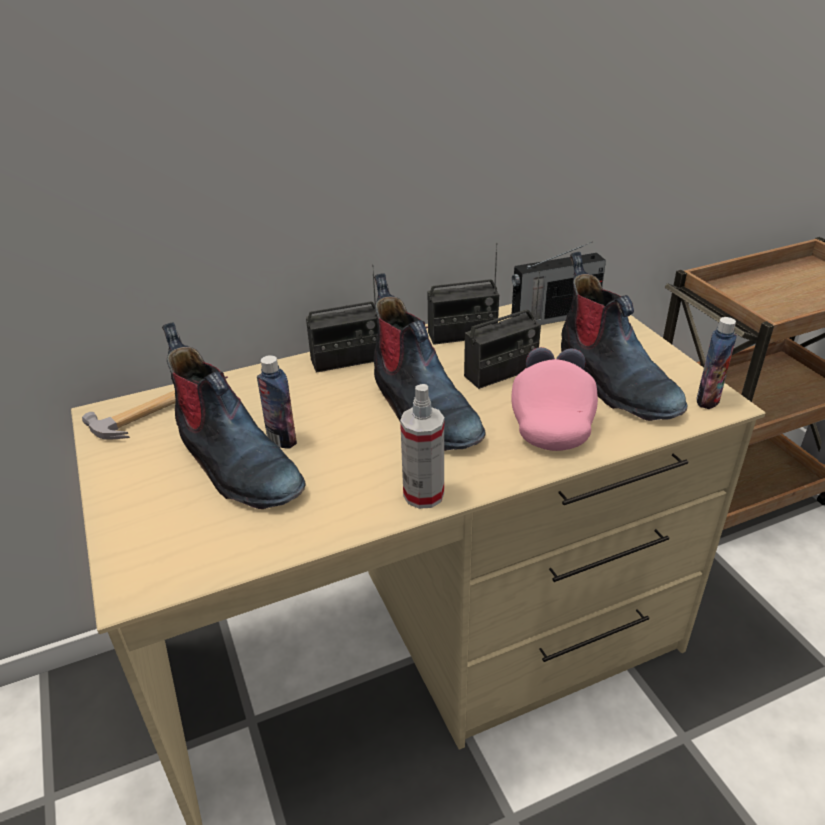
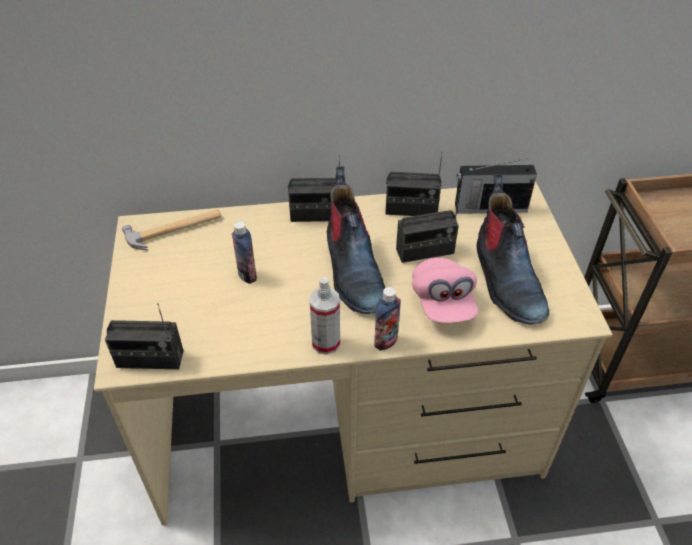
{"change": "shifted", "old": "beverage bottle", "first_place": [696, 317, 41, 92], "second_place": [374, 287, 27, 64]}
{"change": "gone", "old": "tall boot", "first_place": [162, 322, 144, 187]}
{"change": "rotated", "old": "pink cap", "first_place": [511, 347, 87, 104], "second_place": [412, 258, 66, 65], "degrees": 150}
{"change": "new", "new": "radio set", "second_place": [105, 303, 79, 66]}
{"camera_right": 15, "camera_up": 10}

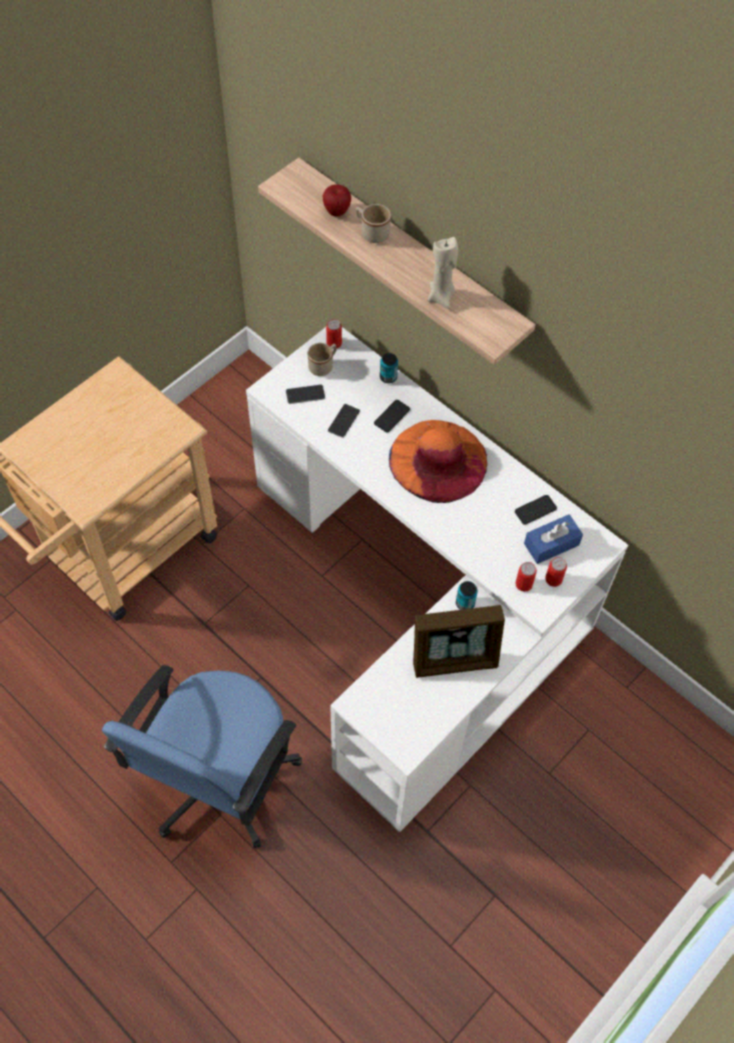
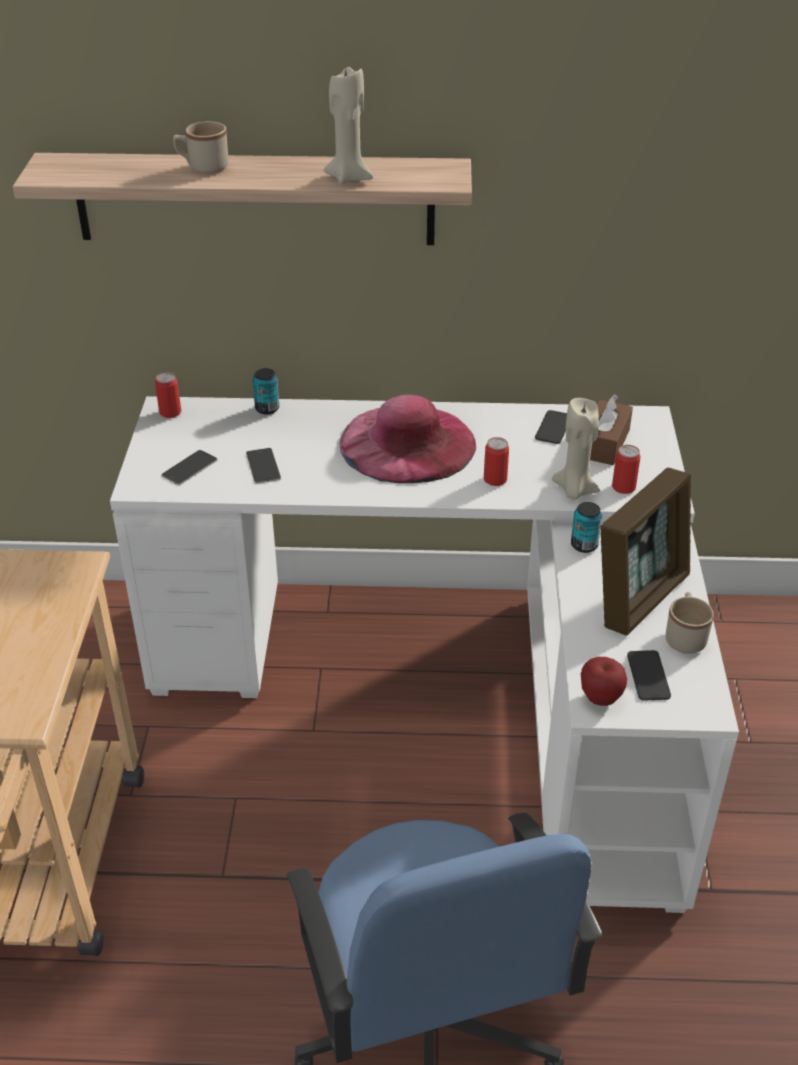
{"change": "shifted", "old": "whole apple", "first_place": [323, 184, 28, 32], "second_place": [581, 657, 46, 49]}
{"change": "shifted", "old": "sand-coloured tea mug", "first_place": [308, 343, 29, 33], "second_place": [666, 592, 48, 62]}
{"change": "shifted", "old": "handset", "first_place": [374, 400, 36, 32], "second_place": [627, 650, 44, 51]}
{"change": "repainted", "old": "orangey wearable hat", "new": "pink wearable hat", "first_place": [389, 420, 98, 83], "second_place": [340, 395, 136, 88]}
{"change": "repainted", "old": "bluish tissue box", "new": "brown tissue box", "first_place": [524, 514, 59, 50], "second_place": [590, 394, 43, 71]}
{"change": "shifted", "old": "can", "first_place": [545, 557, 22, 30], "second_place": [484, 437, 25, 49]}
{"change": "new", "new": "sand-coloured wax candle", "second_place": [552, 398, 48, 101]}
{"camera_right": -40, "camera_up": -20}

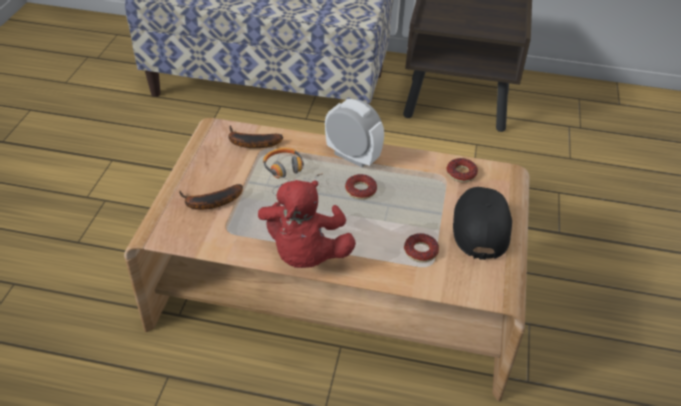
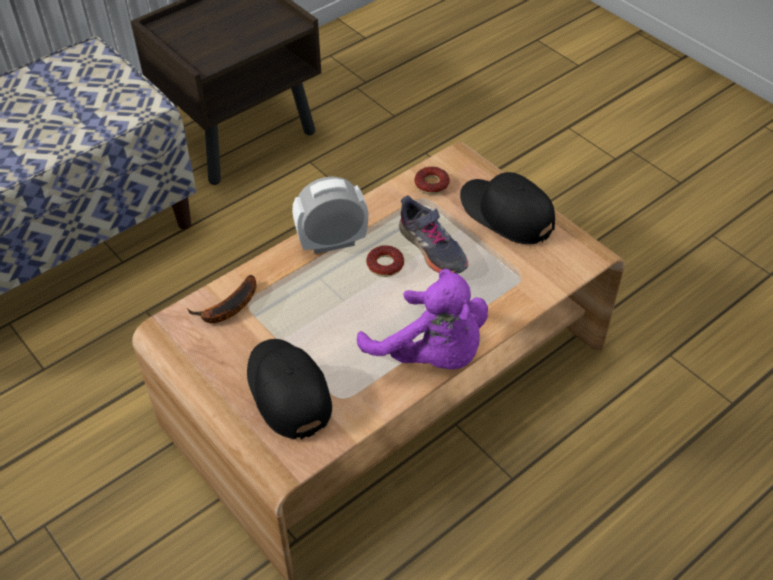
{"change": "gone", "old": "headset", "first_place": [263, 148, 60, 48]}
{"change": "repainted", "old": "red-coloured cuddly toy", "new": "purple cuddly toy", "first_place": [258, 180, 98, 88], "second_place": [357, 269, 131, 100]}
{"change": "swapped", "old": "whole banana", "new": "black cap", "first_place": [179, 184, 64, 26], "second_place": [247, 339, 85, 101]}
{"change": "gone", "old": "donut", "first_place": [404, 233, 35, 29]}
{"change": "new", "new": "grey item of footwear", "second_place": [399, 195, 70, 79]}
{"camera_right": -50, "camera_up": 5}

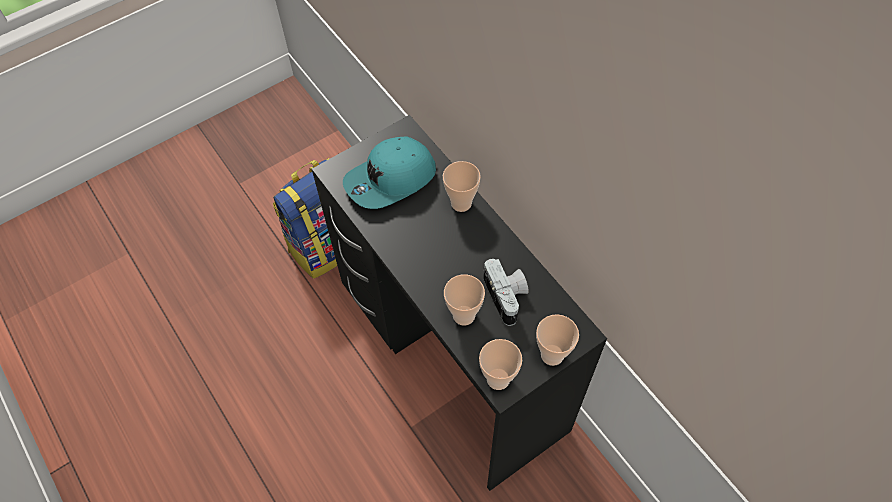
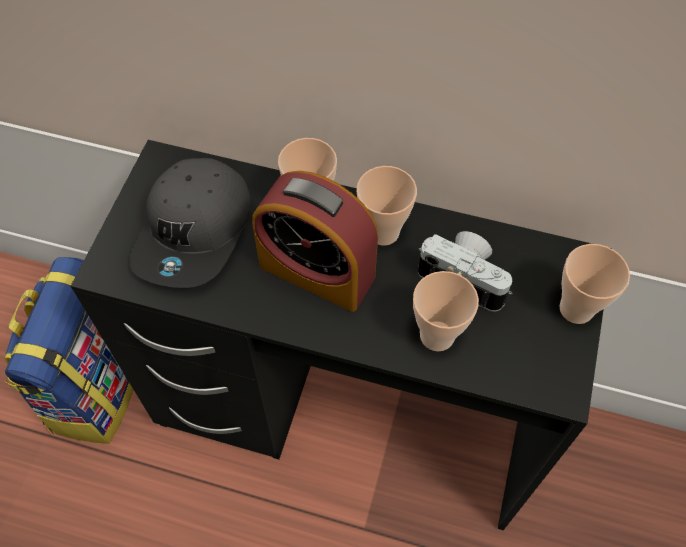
{"change": "repainted", "old": "blue-green cap", "new": "grey cap", "first_place": [343, 137, 93, 72], "second_place": [130, 158, 120, 130]}
{"change": "shifted", "old": "drinking cup", "first_place": [479, 339, 43, 51], "second_place": [357, 166, 60, 80]}
{"change": "new", "new": "table clock", "second_place": [252, 171, 126, 141]}
{"camera_right": -40, "camera_up": 0}

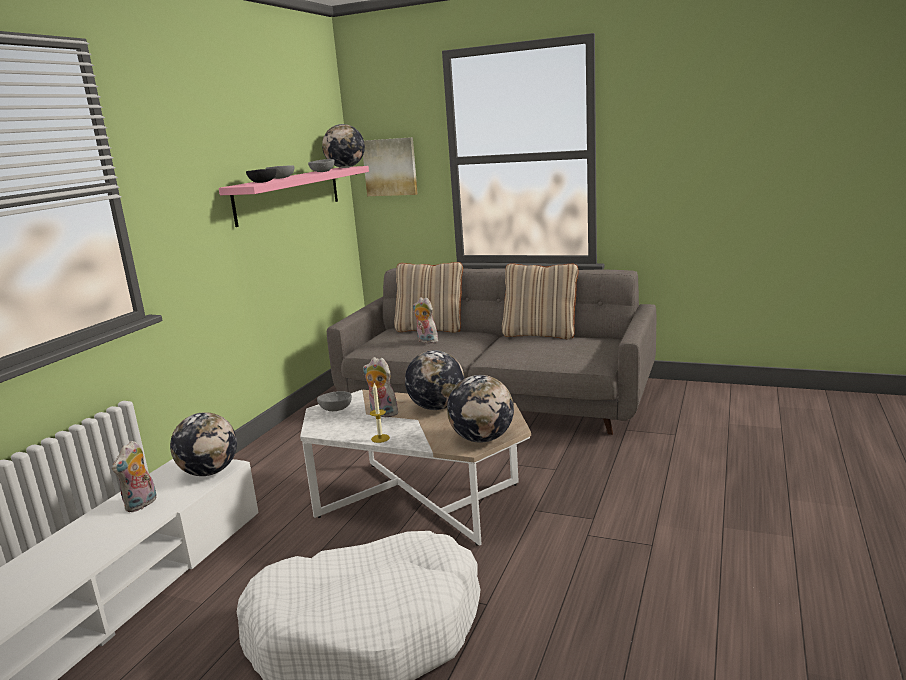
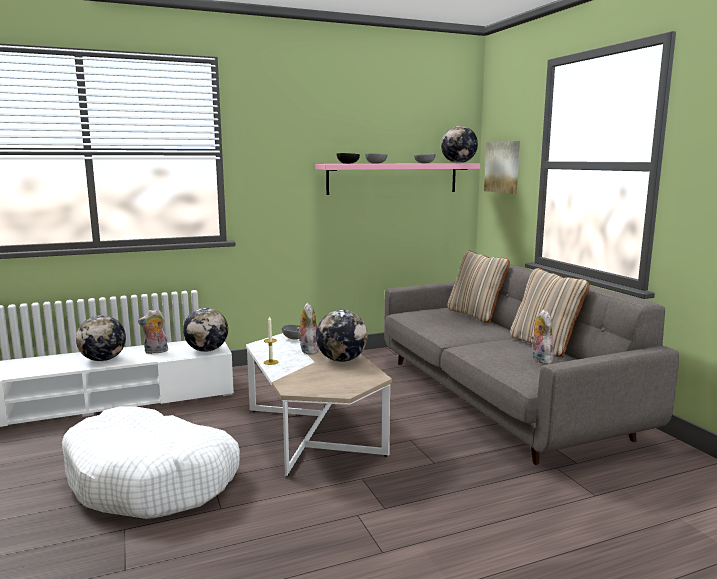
{"change": "shifted", "old": "cuddly toy", "first_place": [413, 297, 25, 47], "second_place": [531, 310, 23, 54]}
{"change": "shifted", "old": "world globe", "first_place": [447, 375, 67, 68], "second_place": [76, 315, 50, 46]}
{"camera_right": 45, "camera_up": -5}

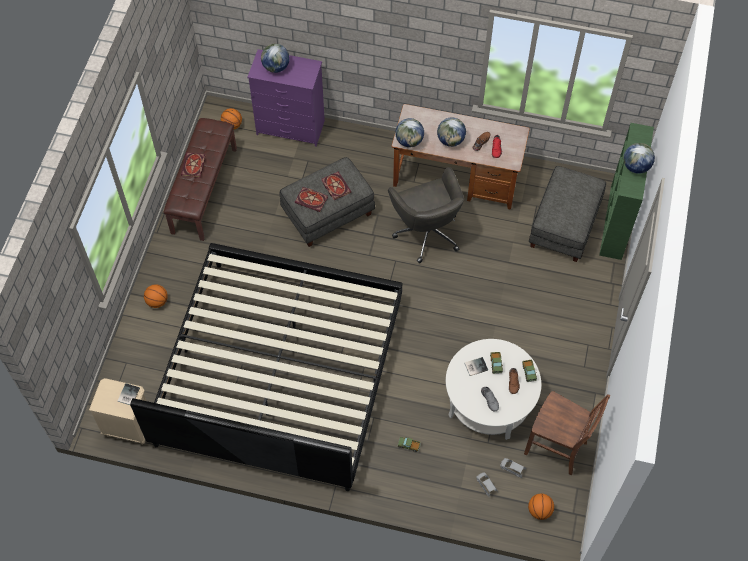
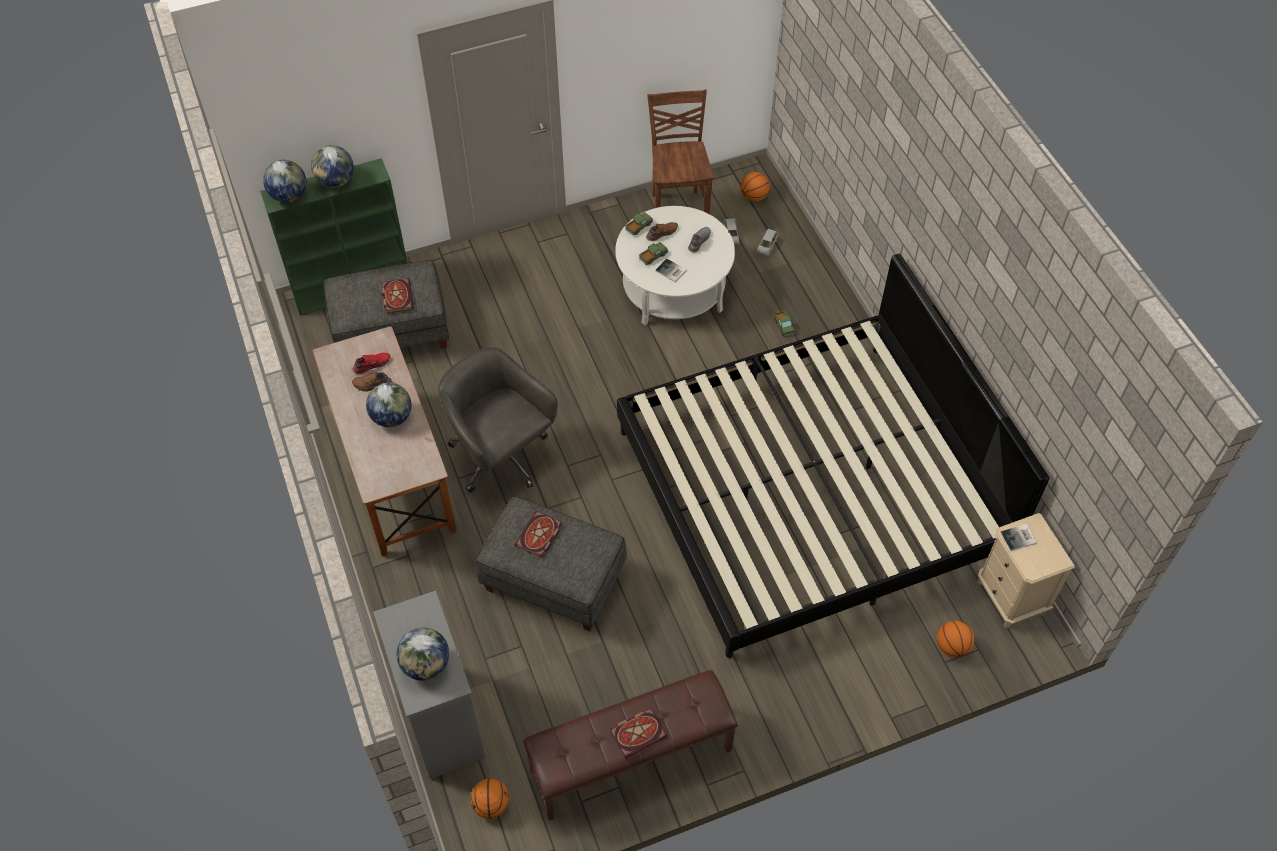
{"change": "repainted", "old": "purple chest of drawers", "new": "grey chest of drawers", "first_place": [247, 49, 78, 98], "second_place": [373, 591, 113, 188]}
{"change": "shifted", "old": "world globe", "first_place": [395, 118, 29, 30], "second_place": [263, 160, 43, 43]}
{"change": "rotated", "old": "grey computer chair", "first_place": [388, 167, 76, 96], "second_place": [438, 347, 120, 146], "degrees": -75}
{"change": "shifted", "old": "book", "first_place": [295, 187, 33, 25], "second_place": [382, 278, 32, 36]}
{"change": "shifted", "old": "basketball ball", "first_place": [144, 284, 24, 24], "second_place": [937, 621, 37, 37]}
{"camera_right": -125, "camera_up": -5}

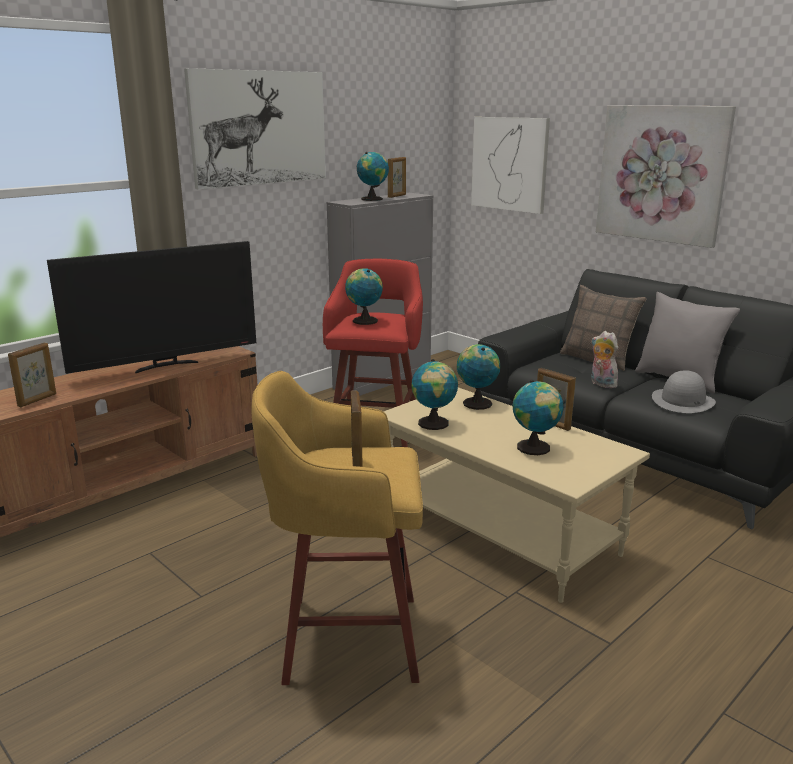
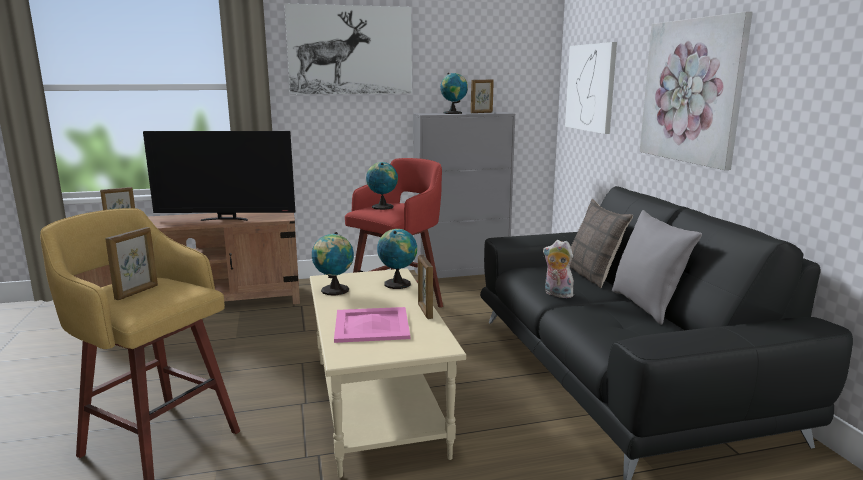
{"change": "rotated", "old": "cuddly toy", "first_place": [591, 331, 28, 57], "second_place": [543, 240, 31, 58], "degrees": -45}
{"change": "gone", "old": "grey wearable hat", "first_place": [652, 370, 64, 43]}
{"change": "swapped", "old": "world globe", "new": "pink carrying tray", "first_place": [512, 379, 52, 76], "second_place": [334, 307, 76, 36]}
{"camera_right": 30, "camera_up": -5}

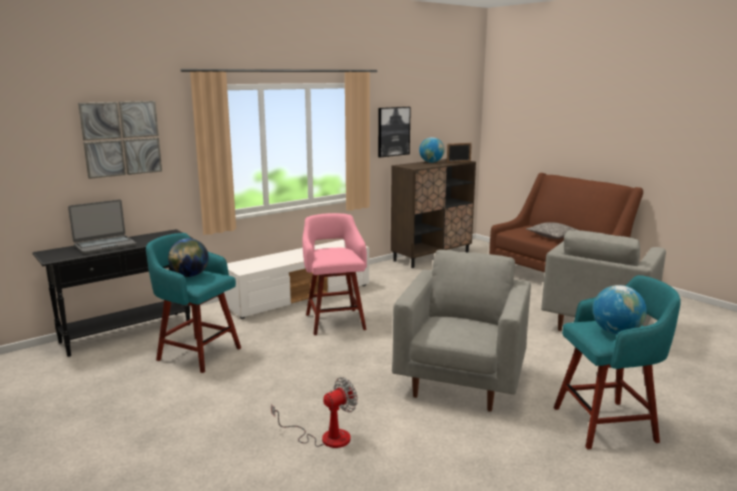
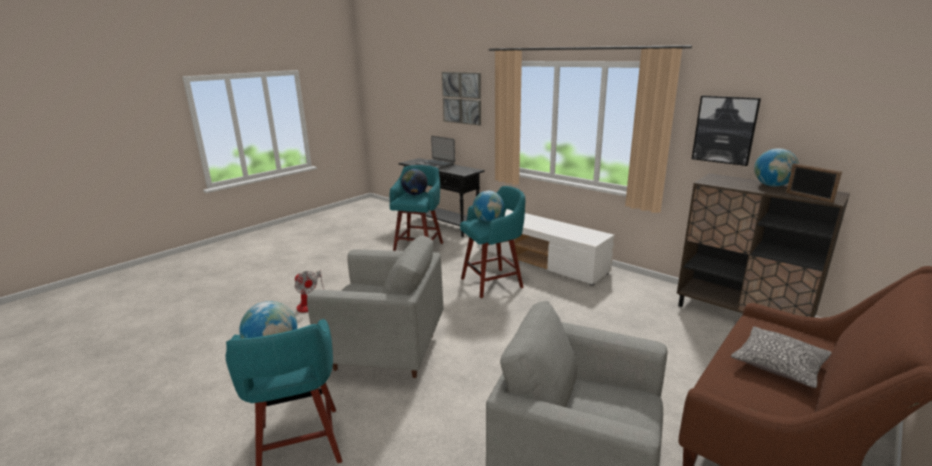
{"change": "repainted", "old": "pink sitting stool", "new": "blue-green sitting stool", "first_place": [302, 213, 65, 122], "second_place": [460, 186, 66, 112]}
{"change": "new", "new": "world globe", "second_place": [473, 191, 31, 31]}
{"camera_right": 80, "camera_up": 5}

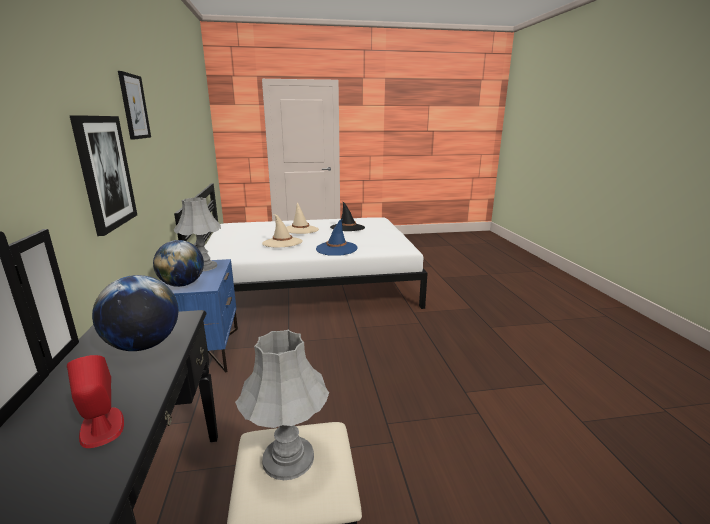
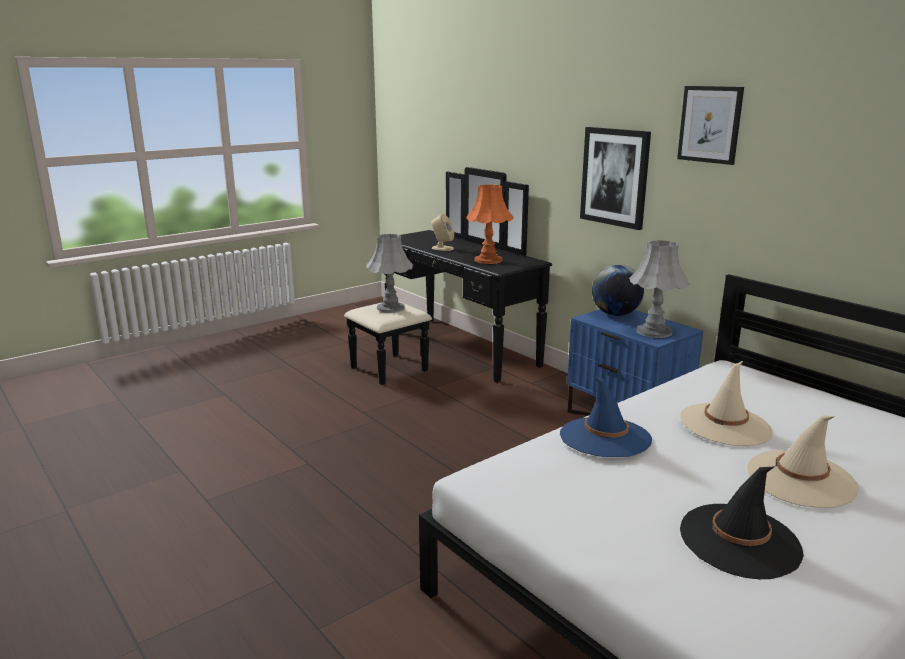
{"change": "swapped", "old": "world globe", "new": "orangey lamp for a table", "first_place": [92, 275, 86, 76], "second_place": [466, 184, 47, 80]}
{"change": "repainted", "old": "red-coloured speaker", "new": "sand-coloured speaker", "first_place": [67, 355, 57, 93], "second_place": [431, 214, 23, 37]}
{"camera_right": 150, "camera_up": 0}

